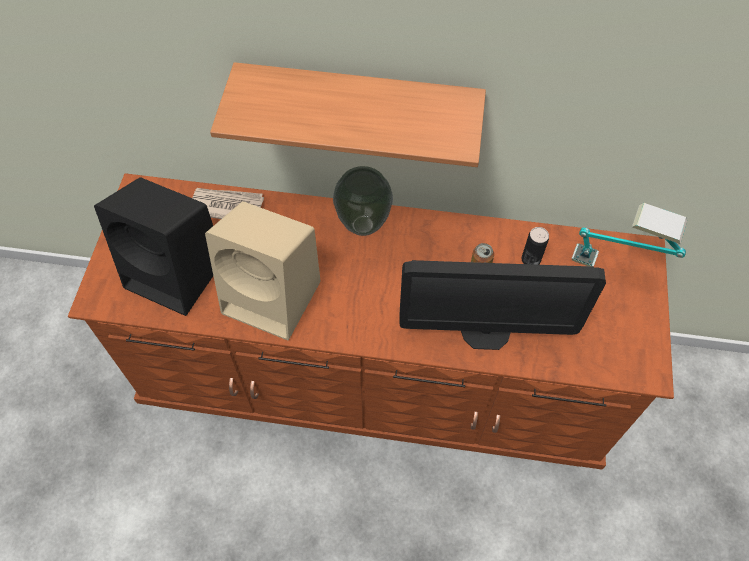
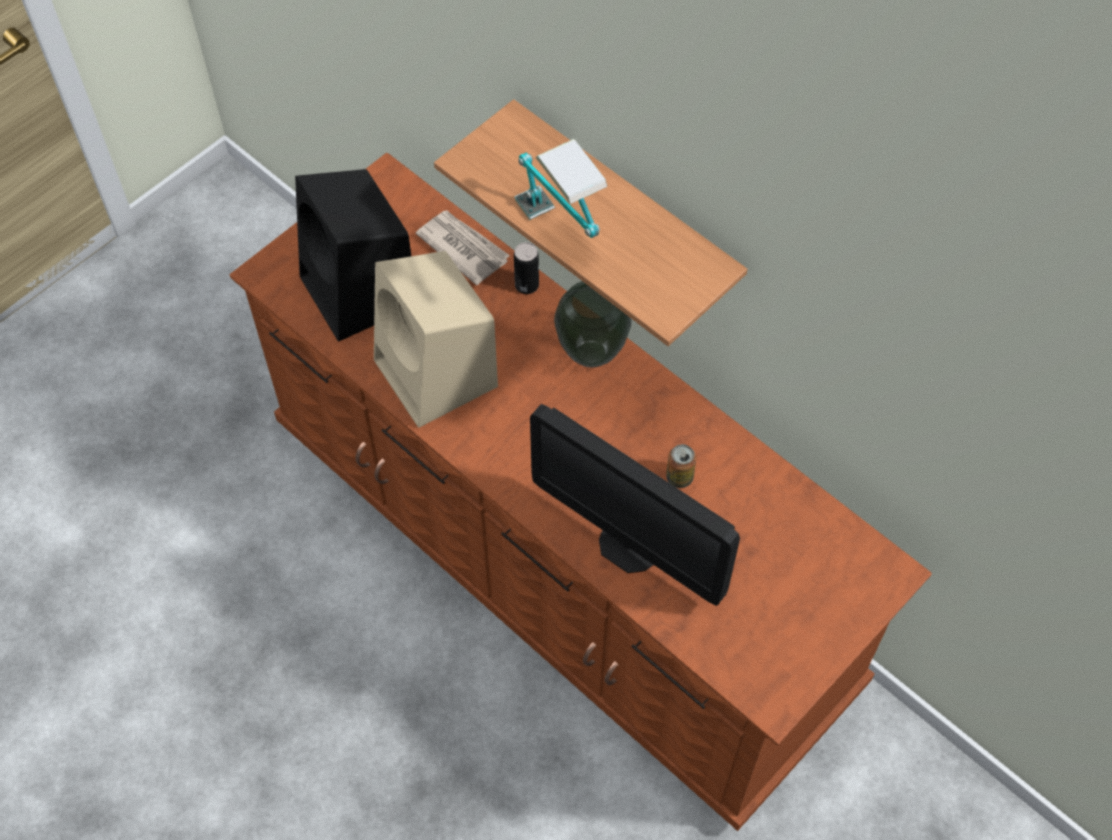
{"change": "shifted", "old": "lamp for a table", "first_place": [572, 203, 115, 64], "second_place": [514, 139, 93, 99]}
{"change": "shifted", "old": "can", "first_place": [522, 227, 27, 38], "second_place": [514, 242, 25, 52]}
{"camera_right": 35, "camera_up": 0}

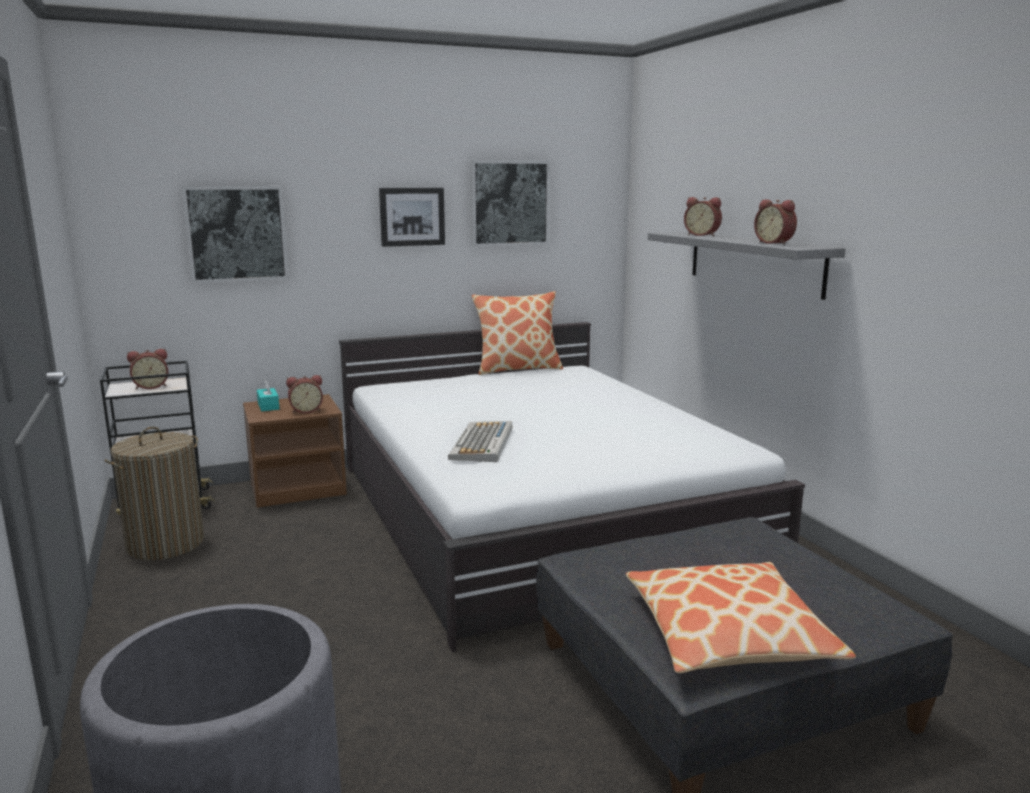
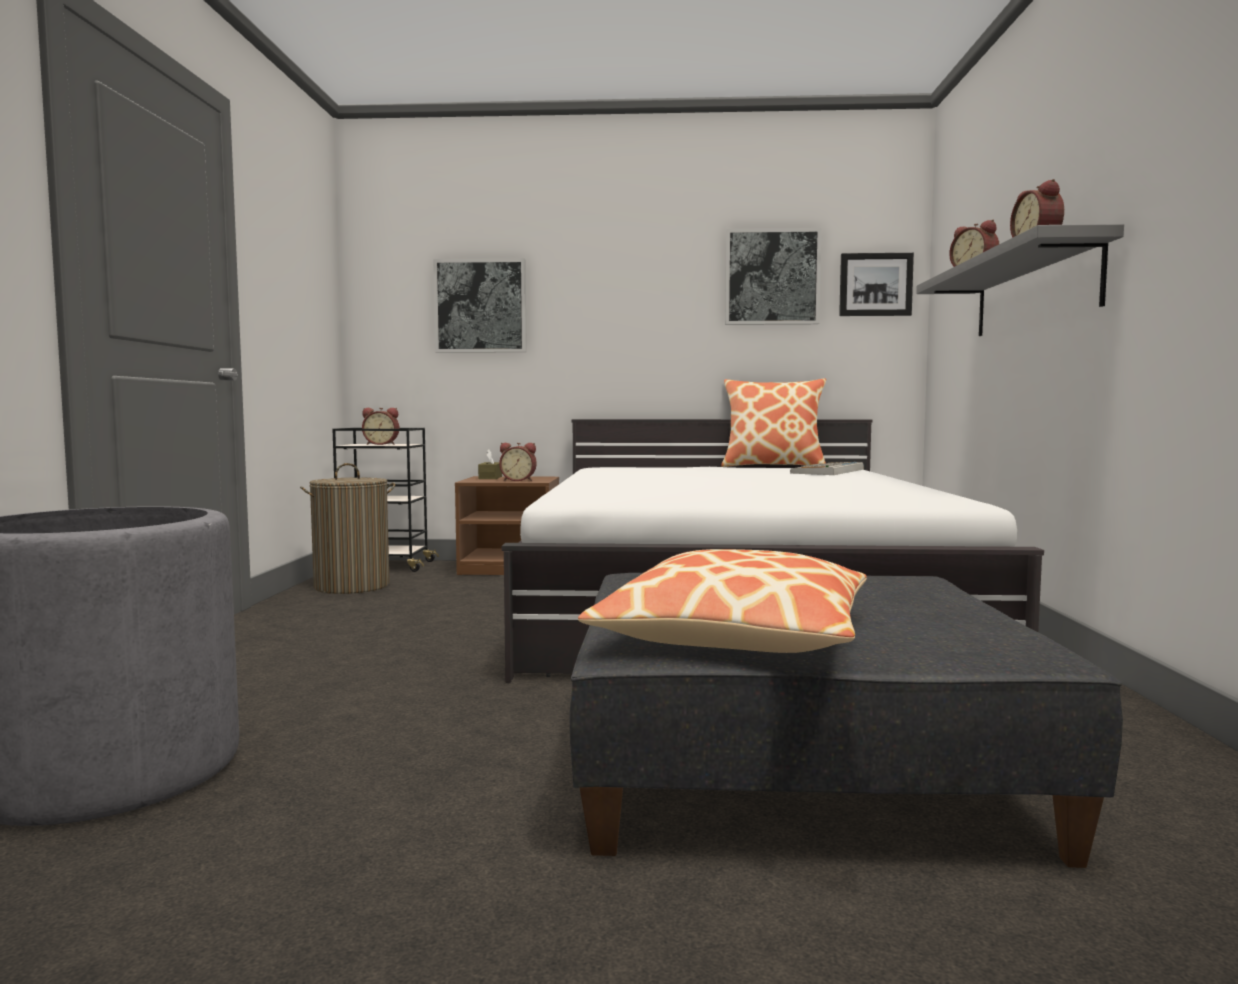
{"change": "shifted", "old": "wall picture", "first_place": [379, 188, 66, 59], "second_place": [839, 253, 75, 63]}
{"change": "repainted", "old": "blue-green tissue box", "new": "brown tissue box", "first_place": [257, 379, 22, 32], "second_place": [478, 449, 24, 30]}
{"change": "shifted", "old": "PC keyboard", "first_place": [448, 421, 65, 41], "second_place": [790, 462, 74, 13]}
{"camera_right": 25, "camera_up": -10}

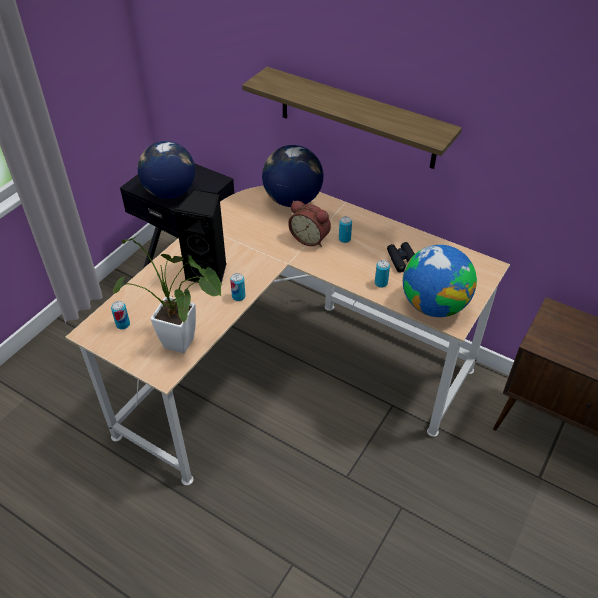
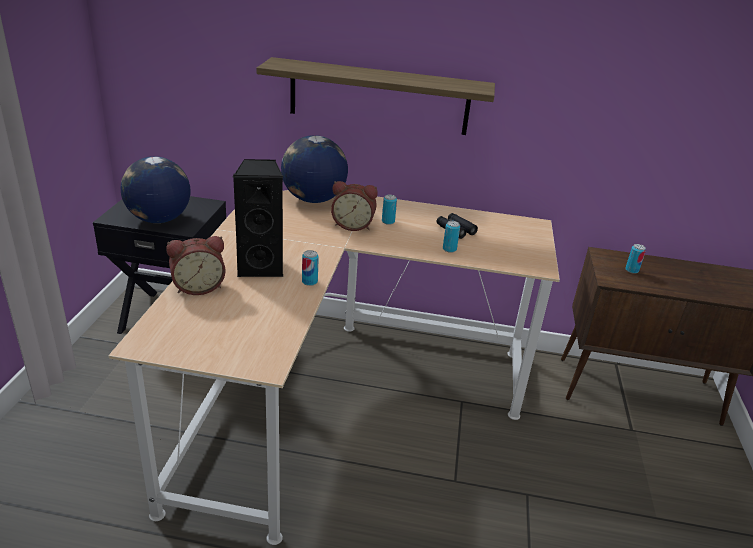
{"change": "gone", "old": "houseplant", "first_place": [113, 235, 110, 118]}
{"change": "gone", "old": "world globe", "first_place": [403, 245, 74, 72]}
{"change": "shifted", "old": "can", "first_place": [111, 301, 19, 29], "second_place": [625, 244, 21, 30]}
{"change": "new", "new": "table clock", "second_place": [166, 236, 60, 59]}
{"camera_right": -25, "camera_up": -15}

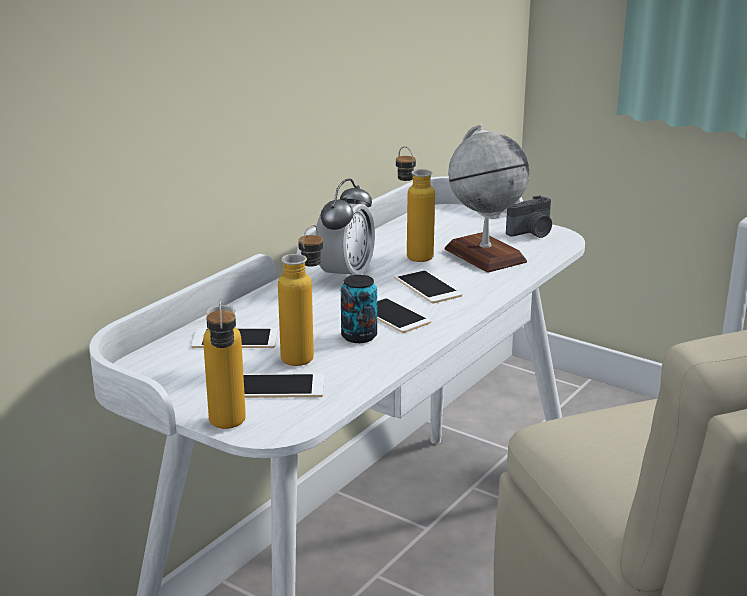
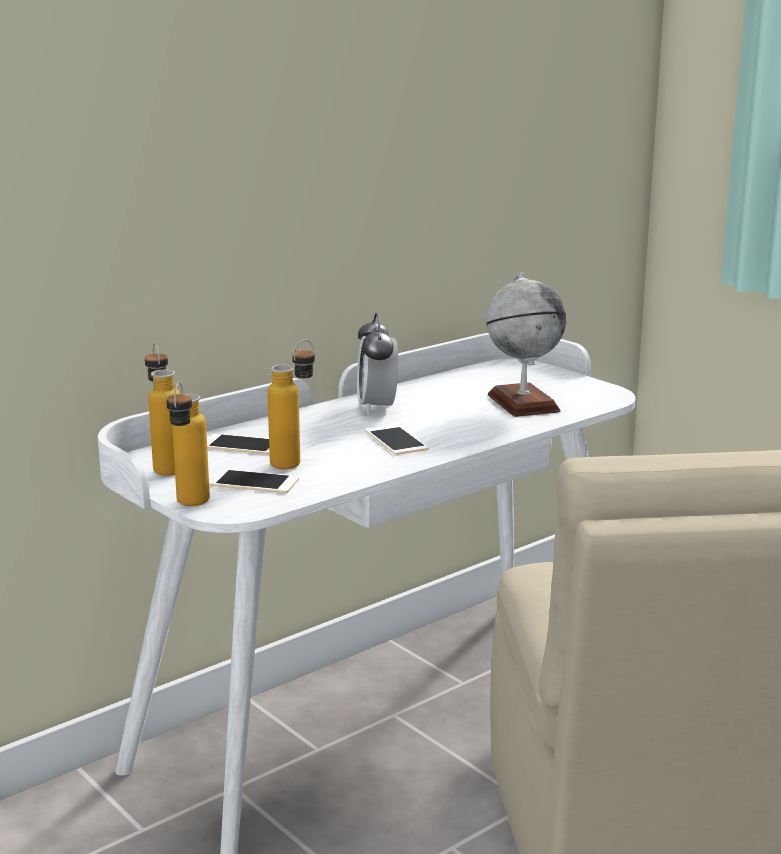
{"change": "shifted", "old": "beverage bottle", "first_place": [396, 146, 39, 116], "second_place": [145, 342, 35, 134]}
{"change": "rotated", "old": "table clock", "first_place": [315, 179, 60, 98], "second_place": [357, 313, 41, 101], "degrees": 135}
{"change": "gone", "old": "photo camera", "first_place": [506, 195, 46, 43]}
{"change": "gone", "old": "handset", "first_place": [393, 269, 70, 34]}
{"change": "gone", "old": "can", "first_place": [341, 275, 36, 68]}
{"camera_right": 15, "camera_up": -5}

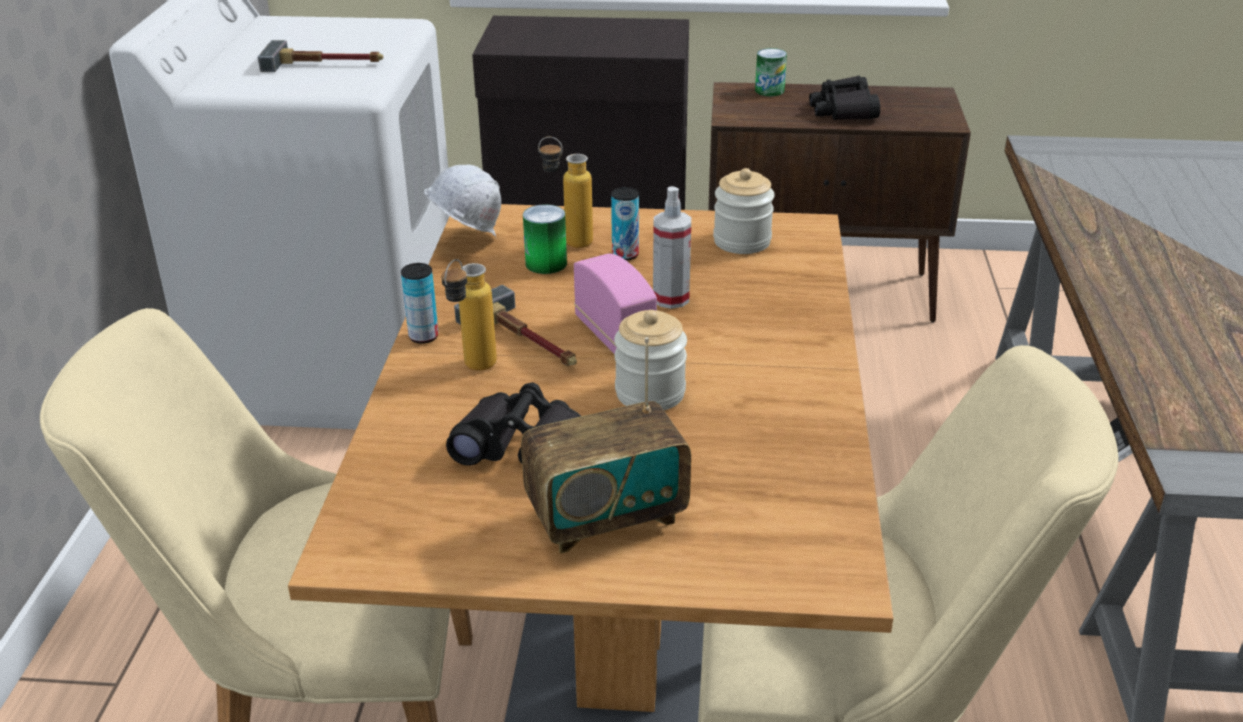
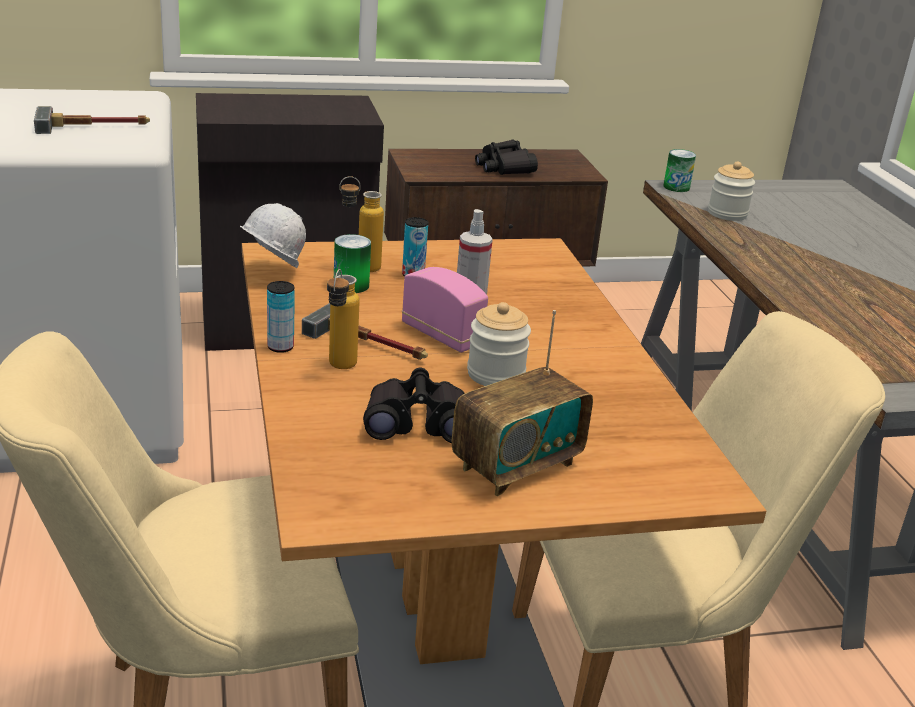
{"change": "shifted", "old": "can", "first_place": [755, 48, 32, 48], "second_place": [663, 149, 33, 43]}
{"change": "shifted", "old": "jar", "first_place": [713, 168, 62, 86], "second_place": [708, 161, 47, 60]}
{"camera_right": -20, "camera_up": -5}

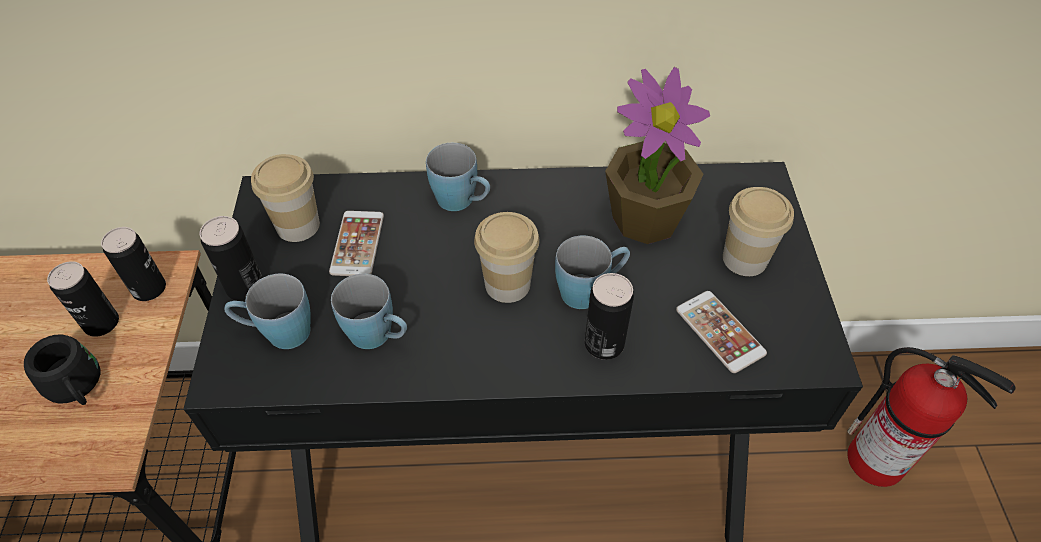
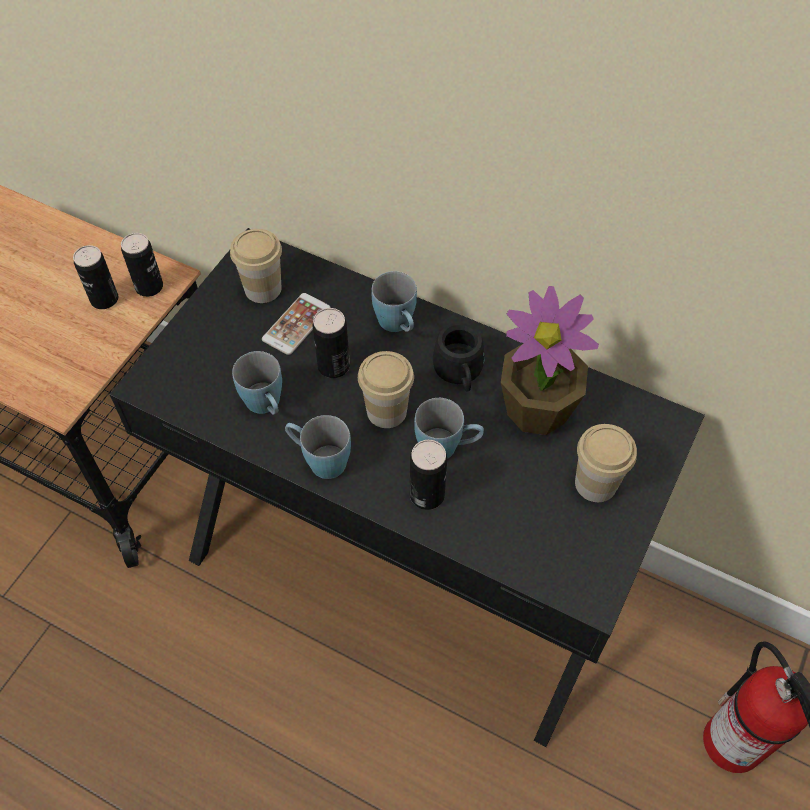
{"change": "shifted", "old": "can", "first_place": [199, 216, 64, 85], "second_place": [313, 308, 37, 70]}
{"change": "shifted", "old": "bluish tea mug", "first_place": [224, 273, 87, 76], "second_place": [285, 415, 66, 64]}
{"change": "gone", "old": "handset", "first_place": [676, 291, 91, 82]}
{"change": "shifted", "old": "black tea mug", "first_place": [24, 334, 76, 71], "second_place": [433, 323, 51, 69]}
{"camera_right": 30, "camera_up": 5}

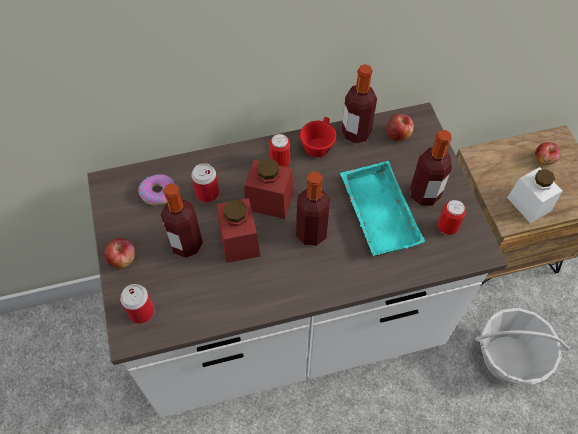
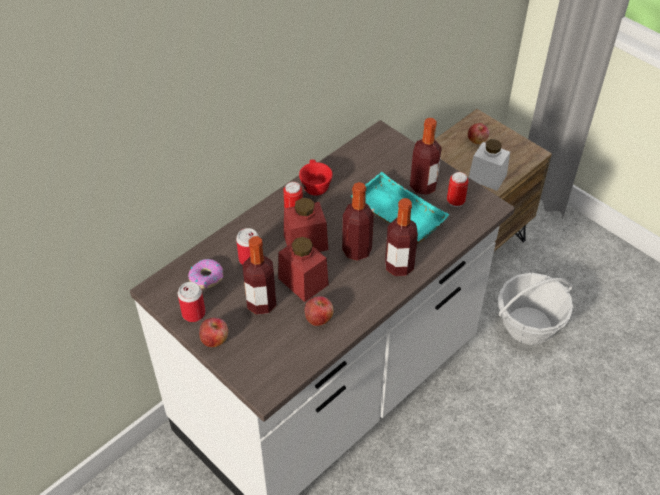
{"change": "shifted", "old": "beverage bottle", "first_place": [342, 64, 35, 80], "second_place": [385, 198, 33, 78]}
{"change": "shifted", "old": "whole apple", "first_place": [386, 114, 28, 27], "second_place": [305, 296, 29, 30]}
{"change": "shifted", "old": "can", "first_place": [120, 284, 35, 40], "second_place": [178, 282, 28, 40]}
{"camera_right": -30, "camera_up": -10}

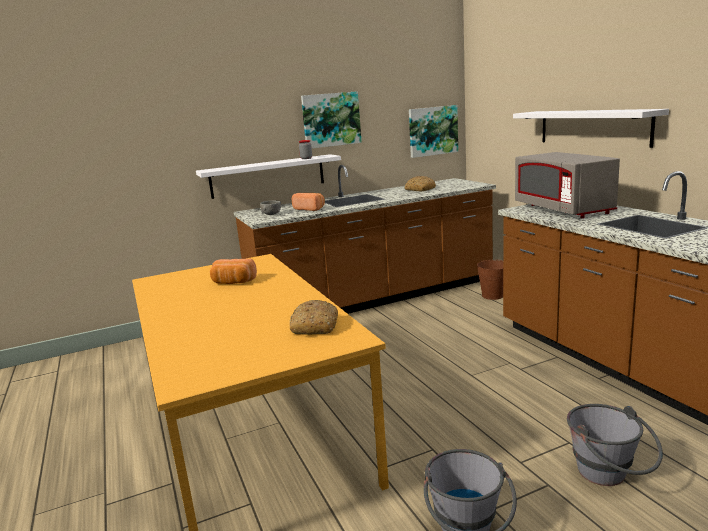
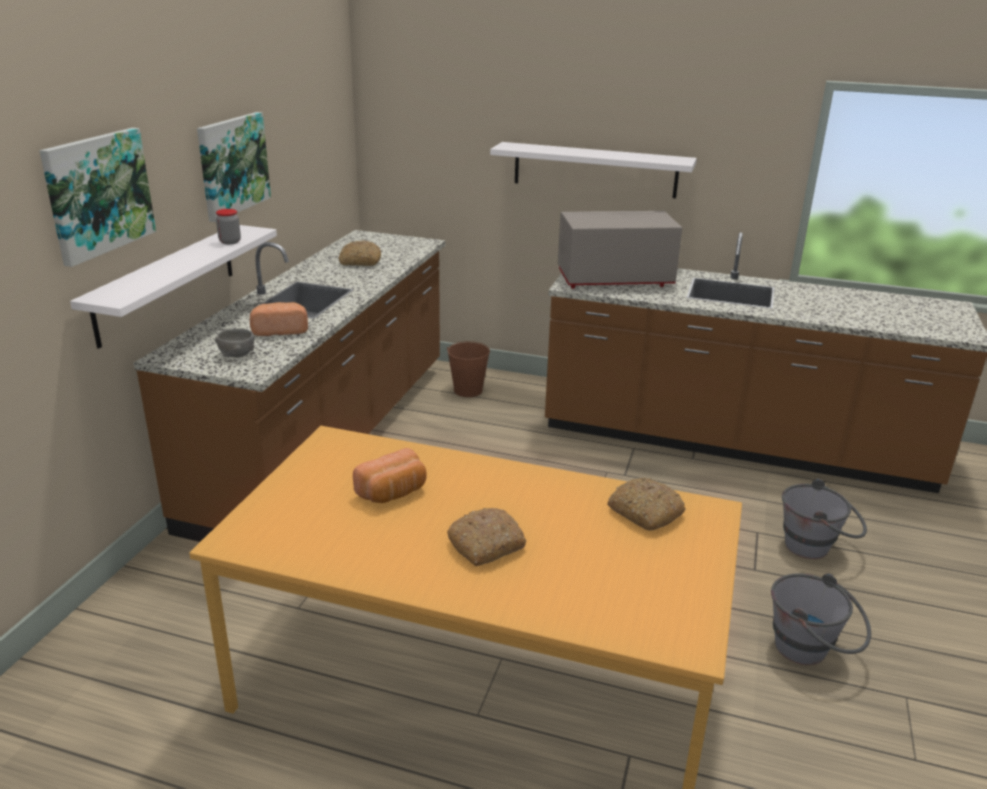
{"change": "shifted", "old": "wall picture", "first_place": [409, 105, 49, 53], "second_place": [39, 128, 117, 139]}
{"change": "rotated", "old": "grey microwave oven", "first_place": [515, 152, 105, 66], "second_place": [558, 211, 124, 78], "degrees": 150}
{"change": "new", "new": "bakery bread", "second_place": [447, 508, 79, 58]}
{"camera_right": -50, "camera_up": 10}

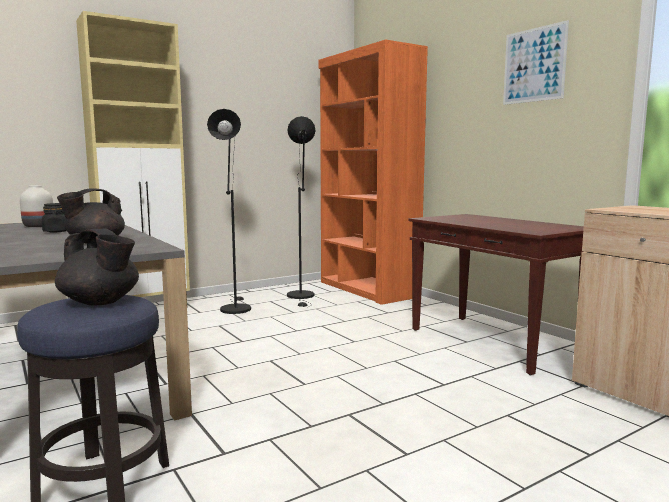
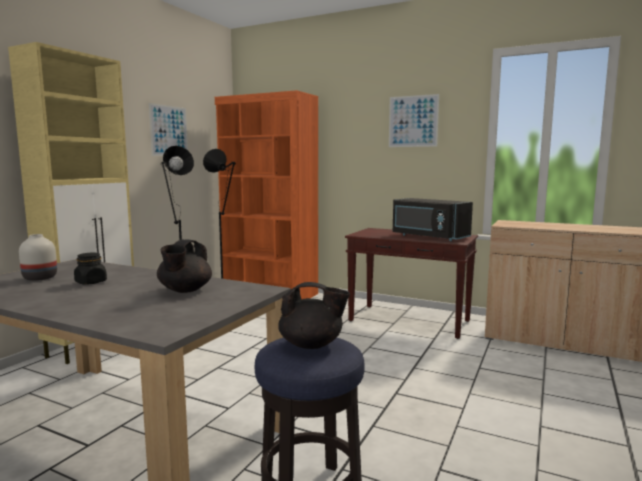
{"change": "new", "new": "wall picture", "second_place": [149, 103, 39, 53]}
{"change": "new", "new": "black microwave oven", "second_place": [392, 198, 81, 43]}
{"camera_right": -30, "camera_up": 0}

